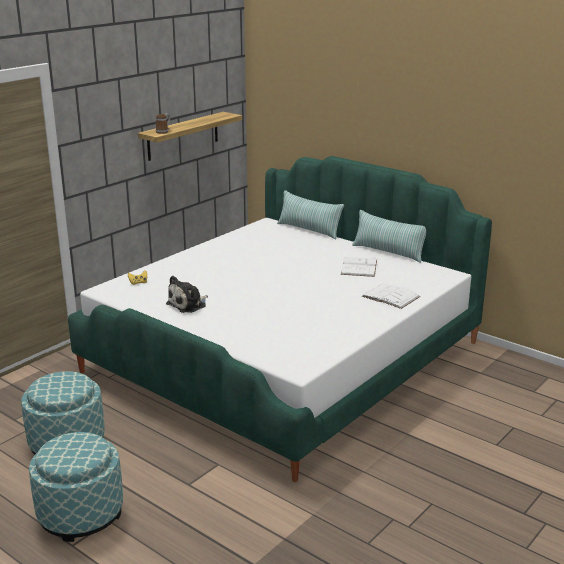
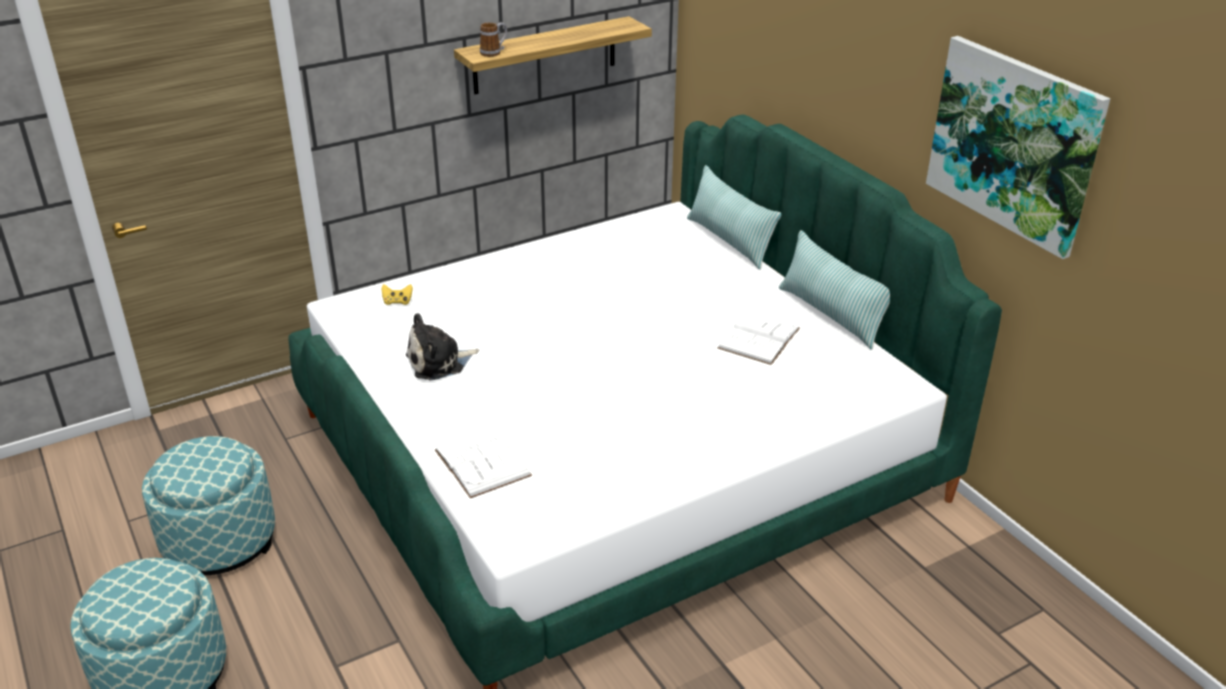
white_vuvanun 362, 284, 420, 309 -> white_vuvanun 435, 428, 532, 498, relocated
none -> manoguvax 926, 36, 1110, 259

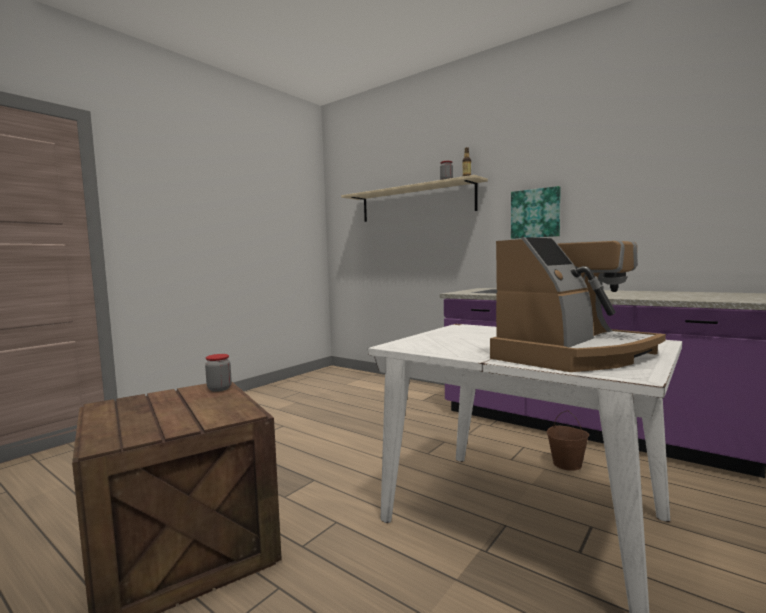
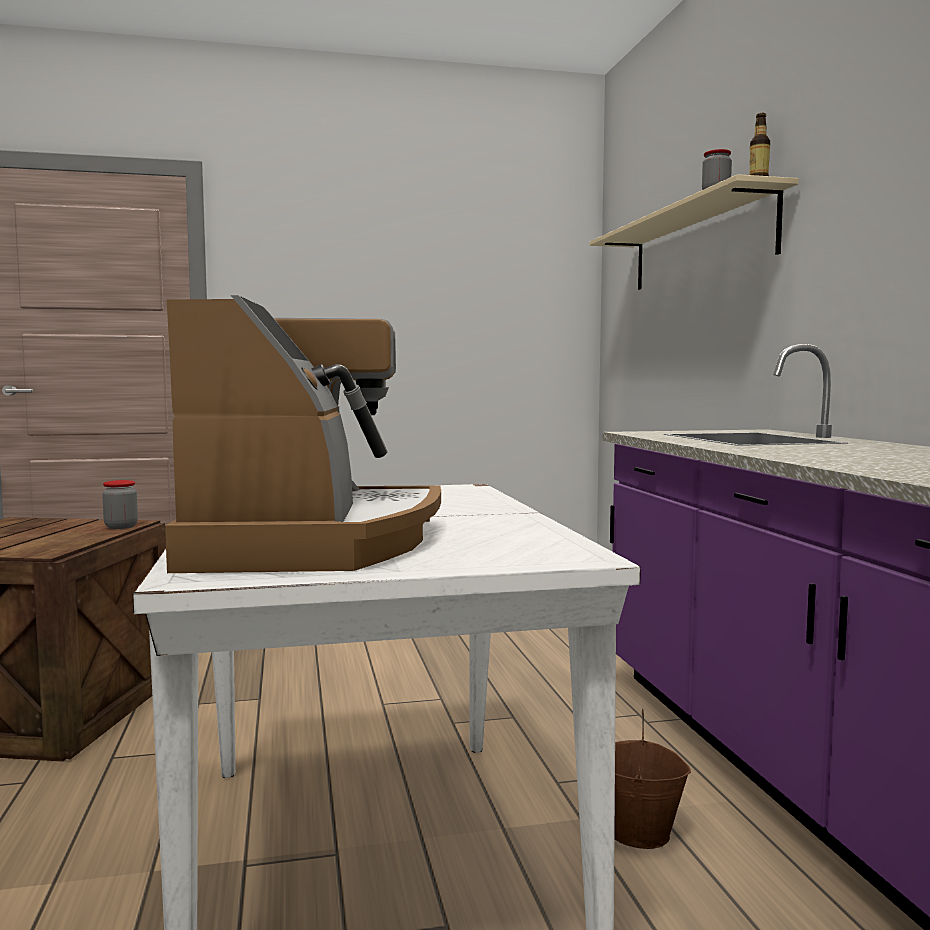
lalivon 490, 237, 666, 372 -> lalivon 165, 295, 441, 573, 90 degrees counterclockwise
manoguvax 511, 186, 561, 239 -> none

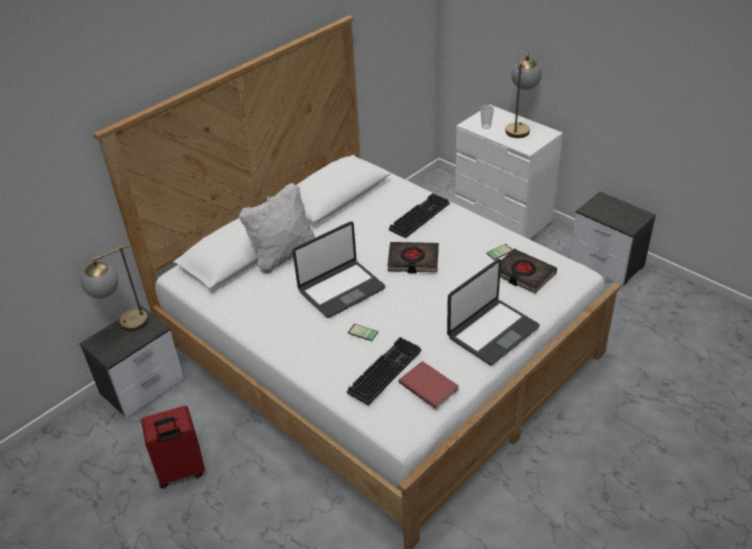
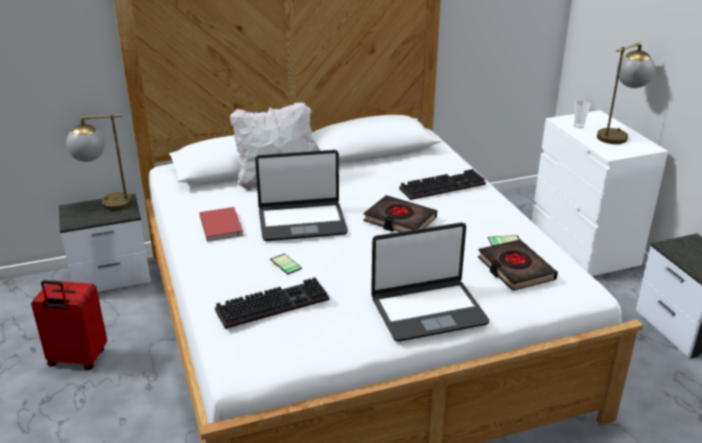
red_vuvanun 399, 361, 459, 409 -> red_vuvanun 199, 207, 243, 241, relocated

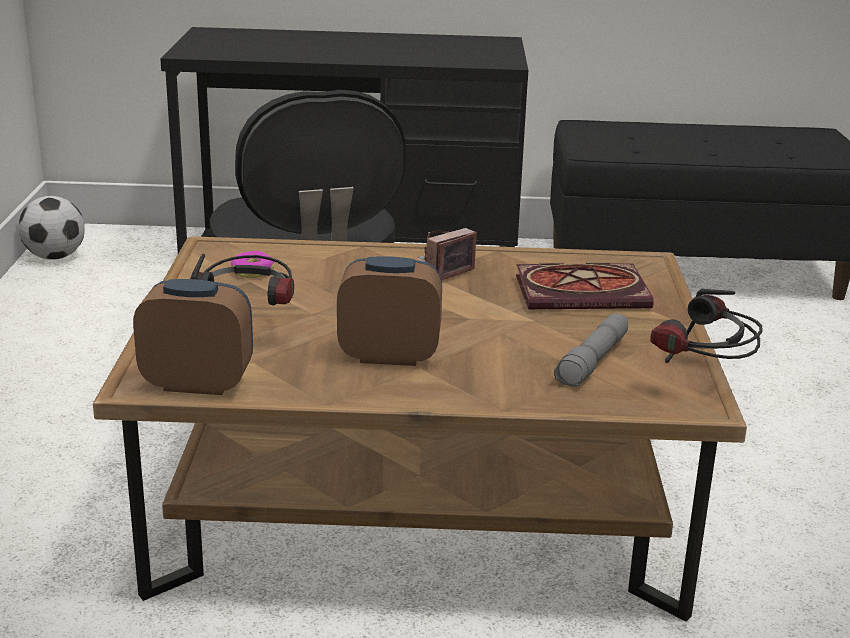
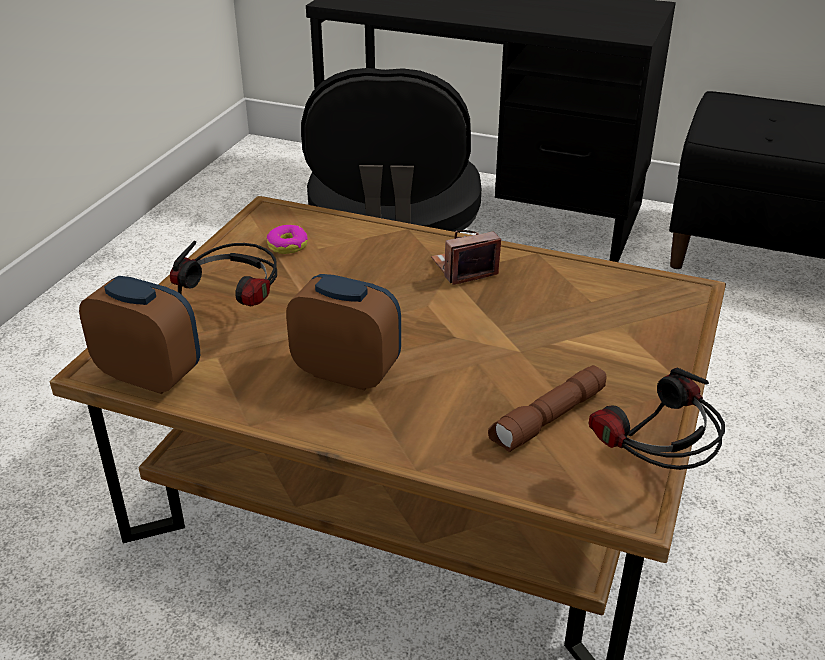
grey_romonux 554, 313, 628, 387 -> brown_romonux 488, 365, 607, 452
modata 19, 196, 85, 260 -> none
vuvanun 516, 262, 654, 309 -> none

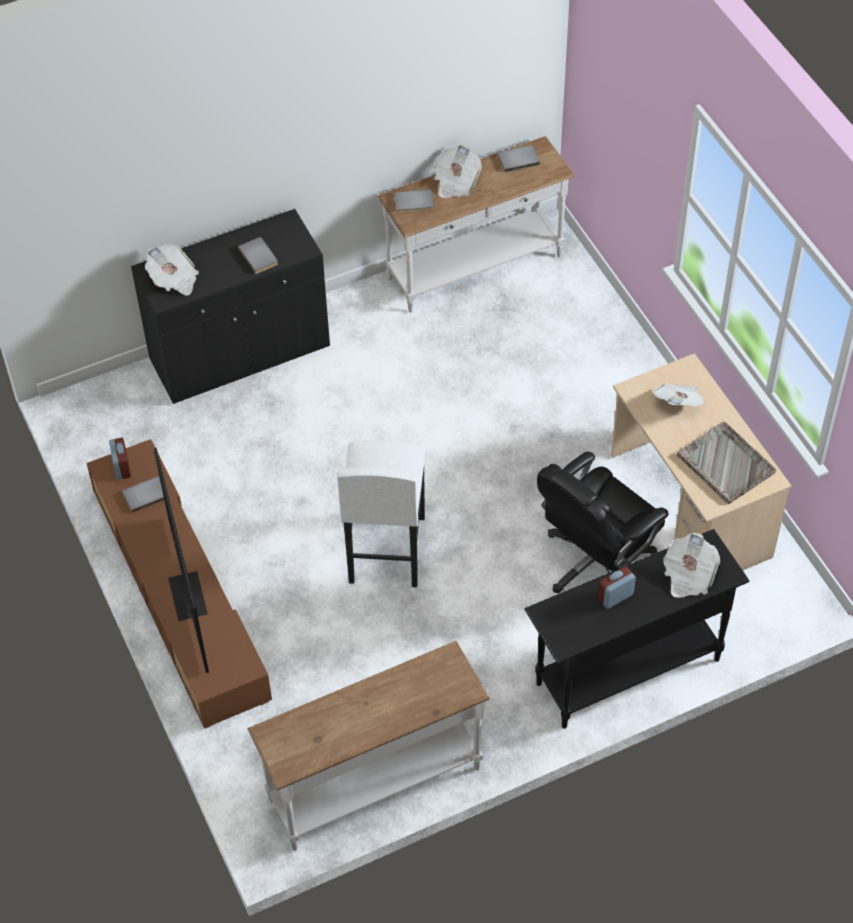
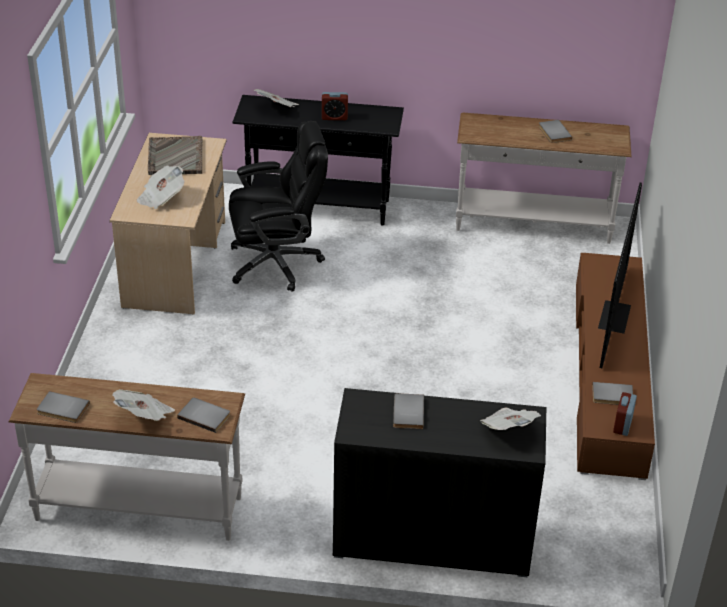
none -> grey_vuvanun 539, 120, 572, 143
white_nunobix 337, 440, 425, 587 -> none

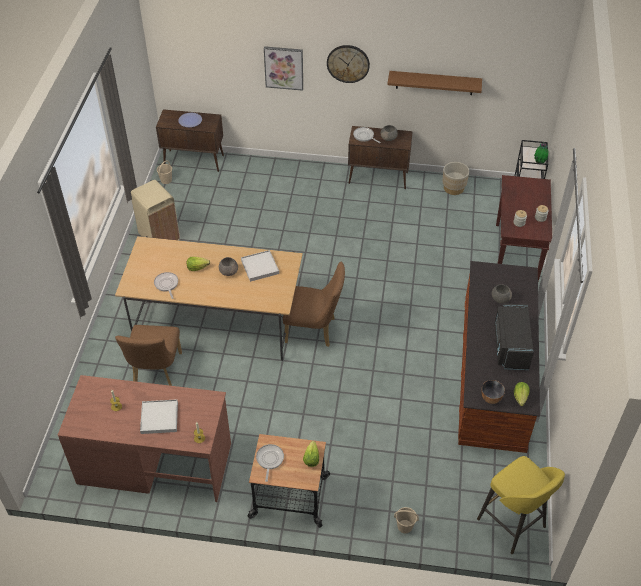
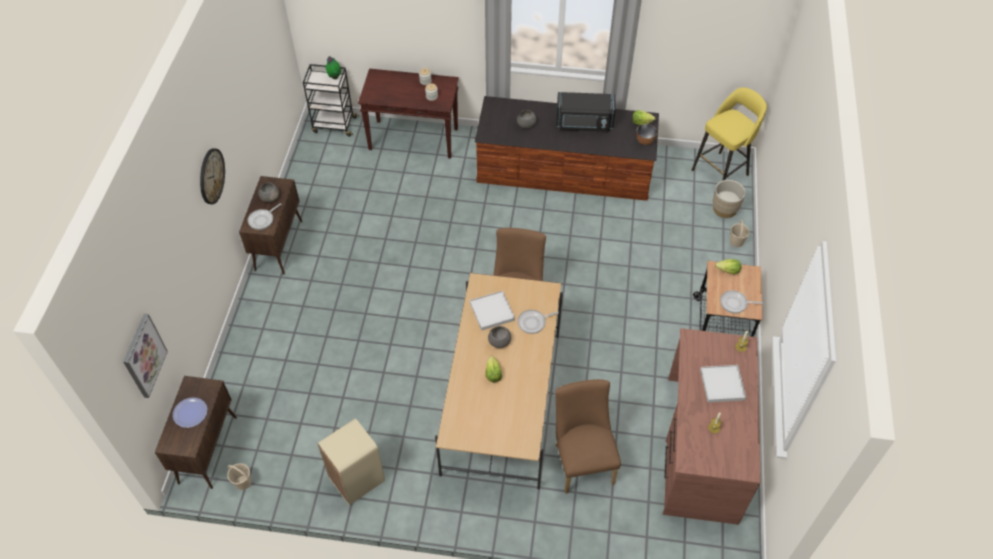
manoguvax 264, 46, 303, 91 -> manoguvax 123, 313, 168, 398, relocated
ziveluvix 154, 272, 178, 299 -> ziveluvix 518, 310, 559, 334, relocated
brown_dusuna 115, 325, 182, 386 -> brown_dusuna 555, 379, 621, 494, 105 degrees counterclockwise
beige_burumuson 442, 162, 469, 195 -> beige_burumuson 712, 180, 745, 218, relocated
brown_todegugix 387, 71, 482, 95 -> none

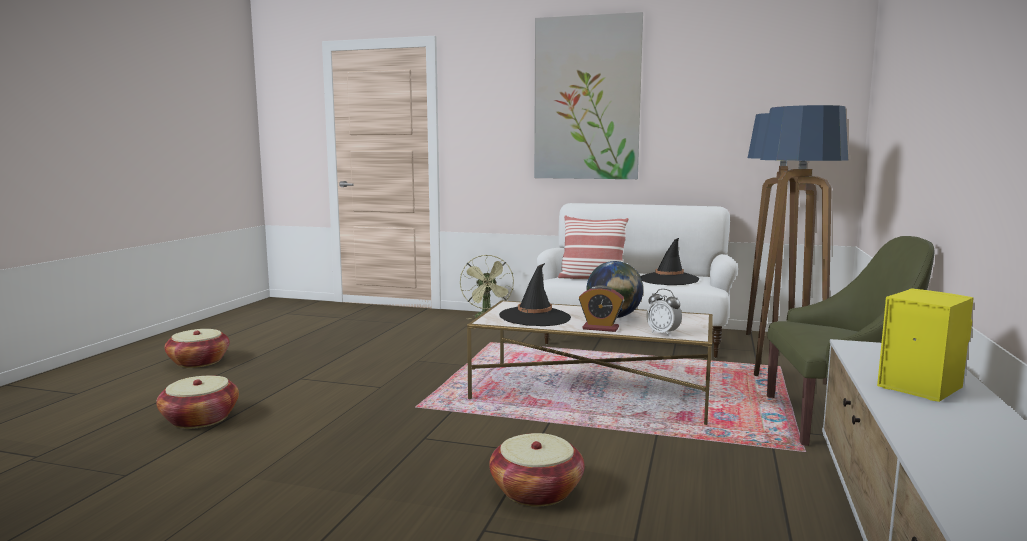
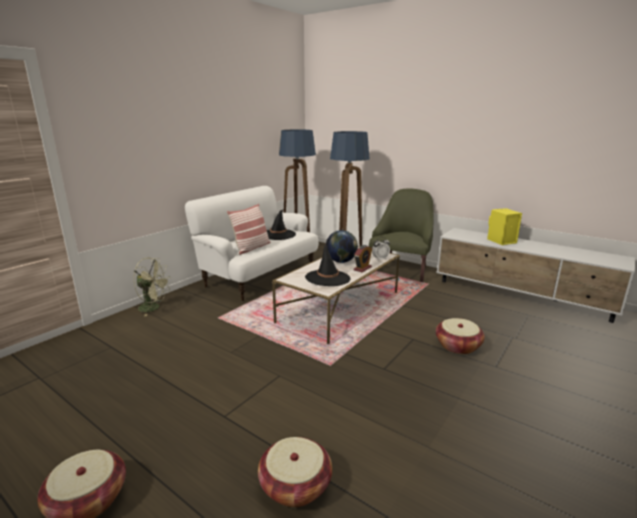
manoguvax 534, 12, 643, 179 -> none

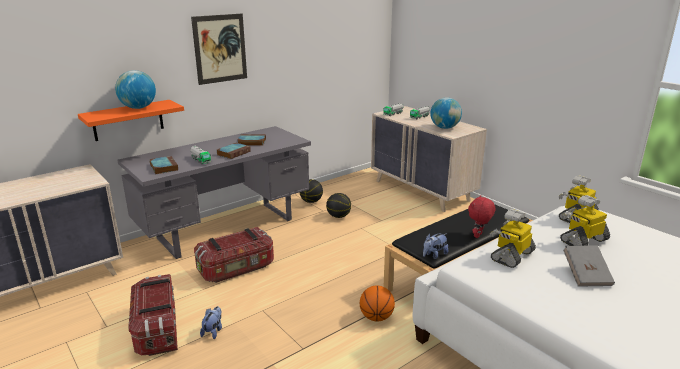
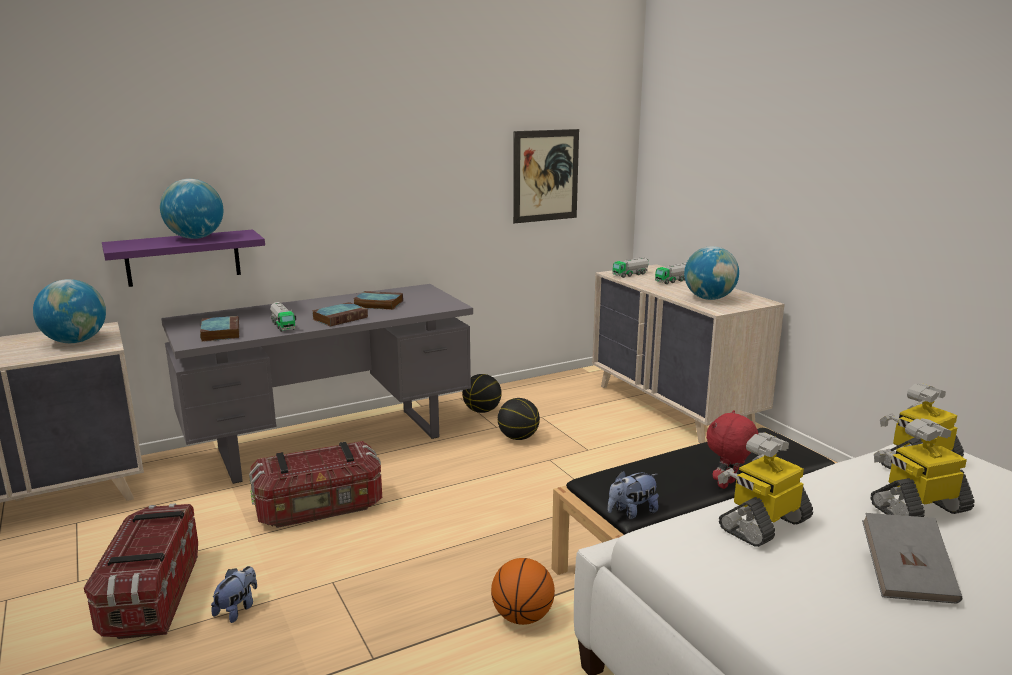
none -> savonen 33, 279, 106, 343
orange_todegugix 78, 100, 184, 141 -> purple_todegugix 102, 230, 265, 287
manoguvax 191, 14, 247, 85 -> manoguvax 513, 129, 579, 223, relocated

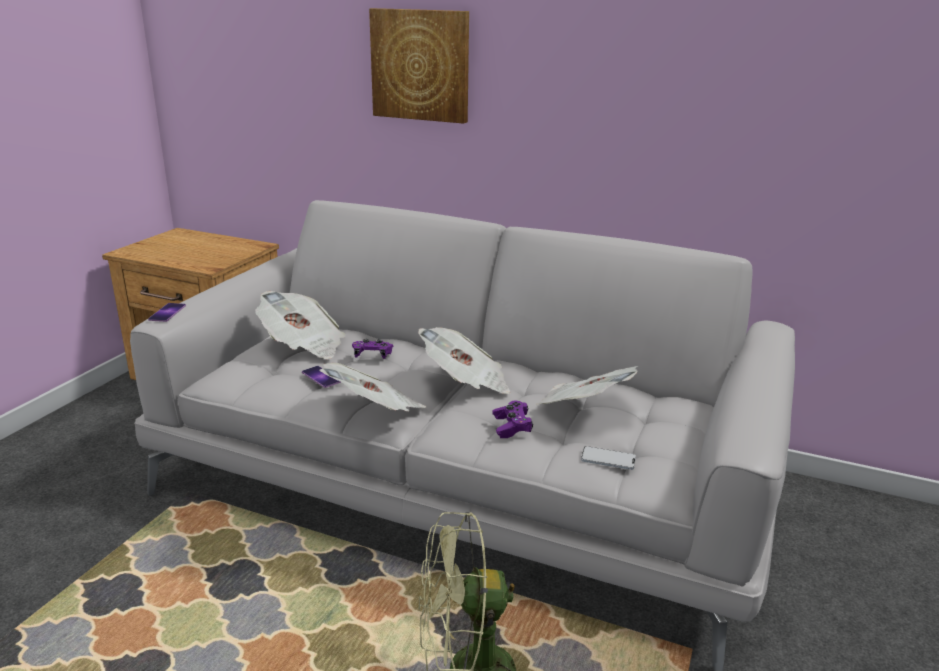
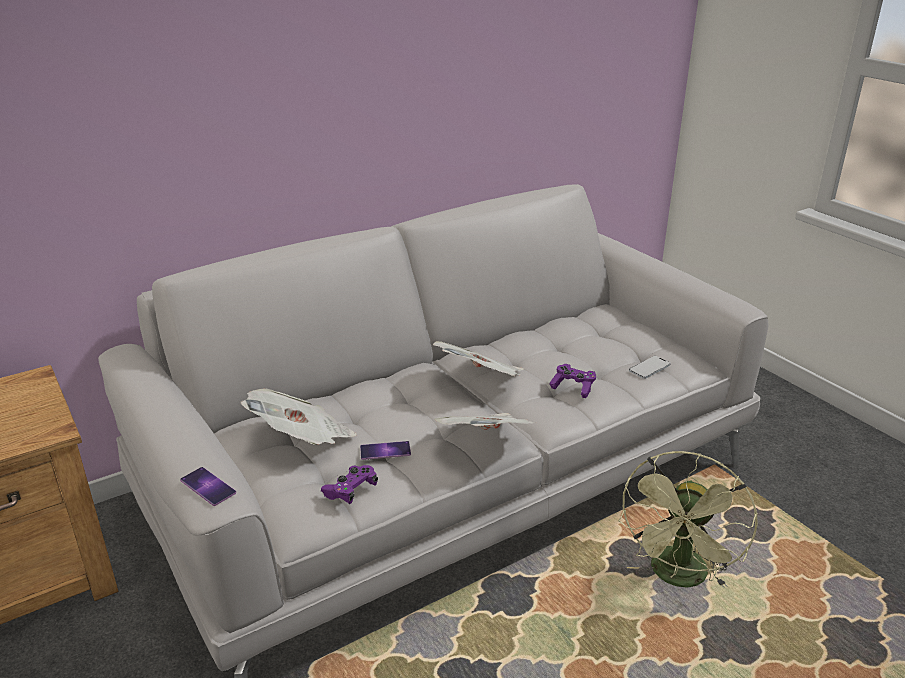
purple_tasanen 352, 339, 393, 359 -> purple_tasanen 321, 465, 378, 504, relocated
manoguvax 369, 8, 469, 124 -> none
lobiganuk 536, 366, 638, 405 -> none

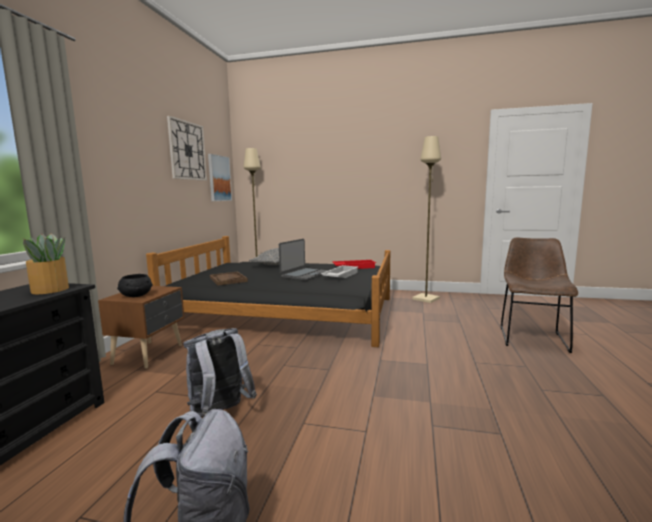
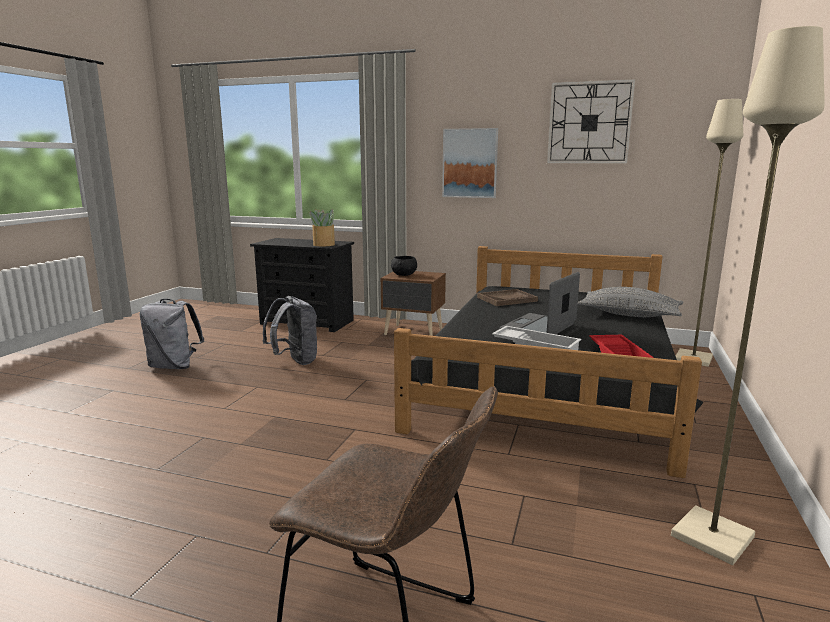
manoguvax 208, 154, 232, 201 -> manoguvax 442, 128, 498, 198, relocated
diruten 279, 239, 329, 281 -> diruten 499, 272, 580, 334, 90 degrees clockwise

